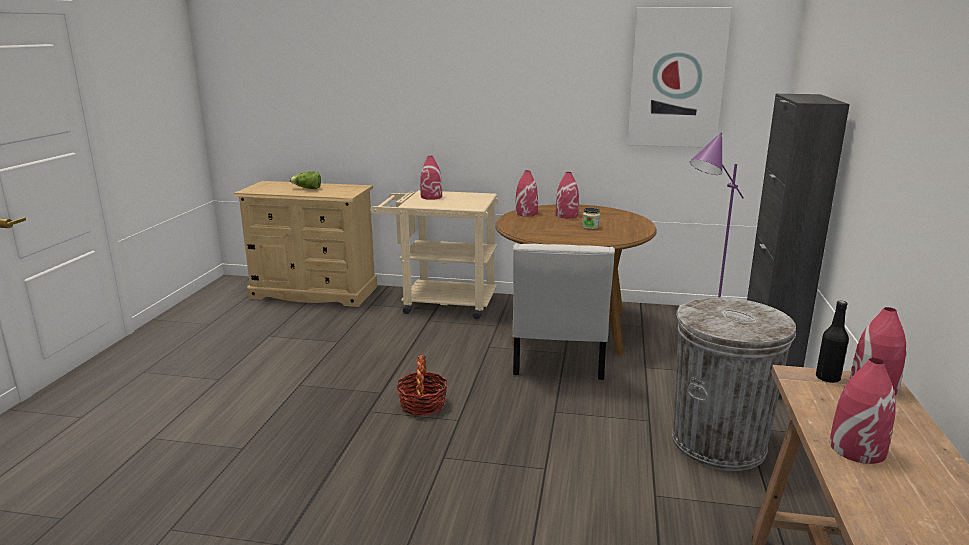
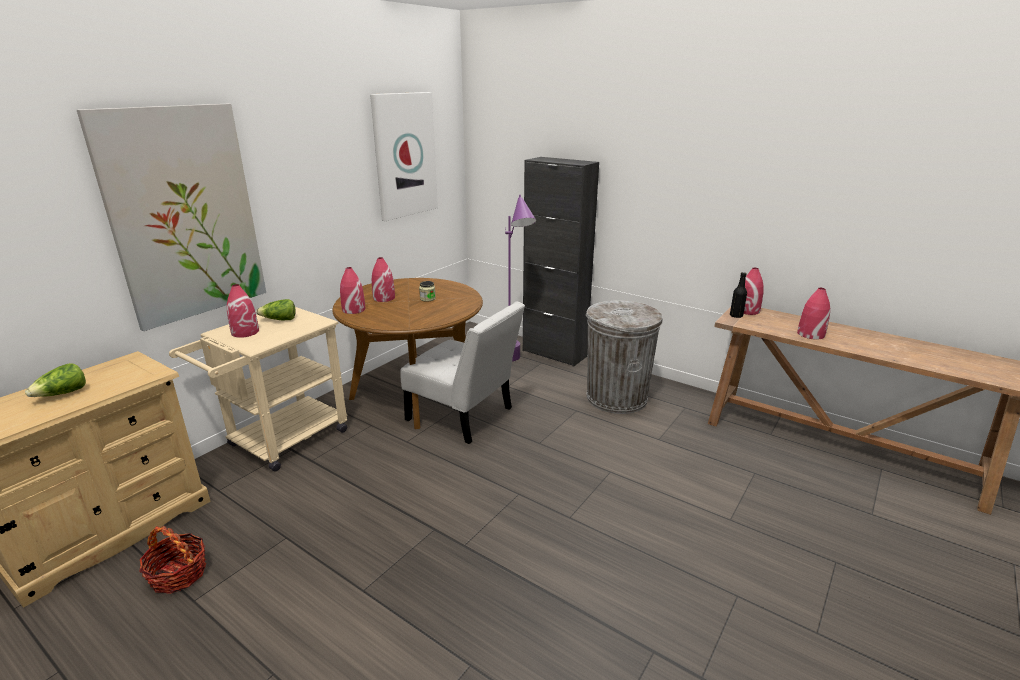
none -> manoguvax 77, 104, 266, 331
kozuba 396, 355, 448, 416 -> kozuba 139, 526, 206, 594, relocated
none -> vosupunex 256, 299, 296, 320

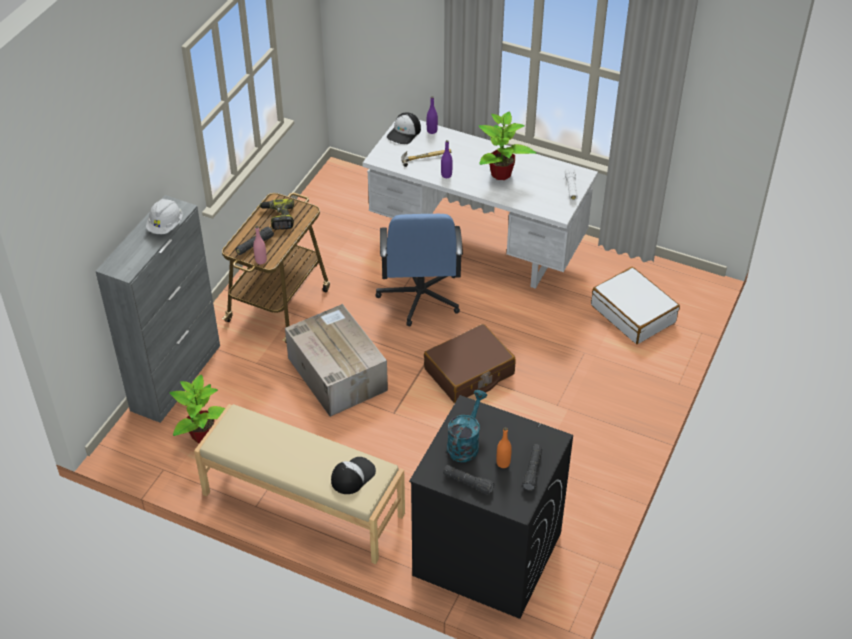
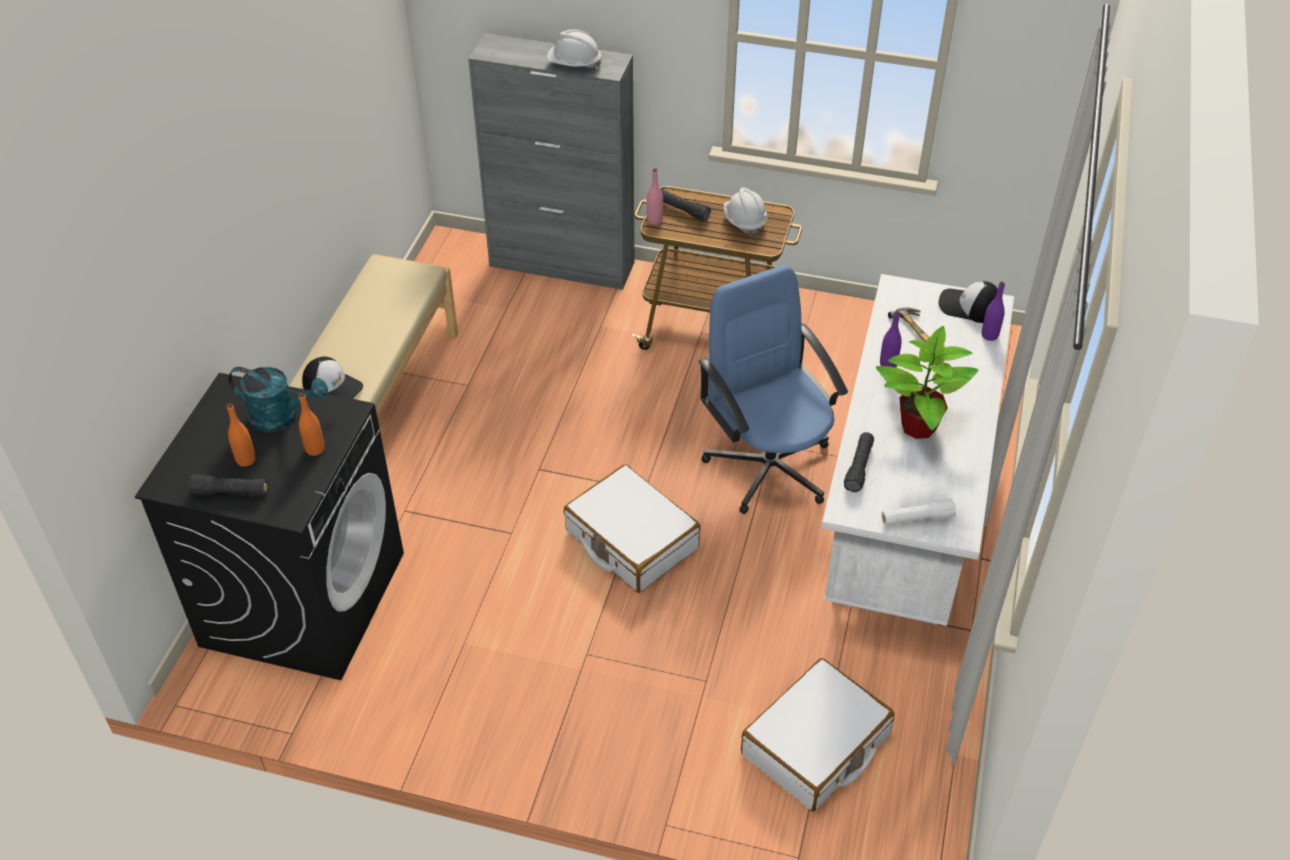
none -> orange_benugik 299, 392, 325, 456
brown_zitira 424, 324, 515, 403 -> white_zitira 564, 465, 700, 593
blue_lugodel 375, 214, 463, 327 -> blue_lugodel 699, 265, 848, 514, 75 degrees clockwise
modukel 259, 199, 294, 230 -> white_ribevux 724, 187, 767, 237
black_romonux 443, 465, 495, 495 -> black_romonux 844, 432, 874, 492, relocated
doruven 170, 374, 225, 443 -> none
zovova 285, 304, 388, 417 -> none

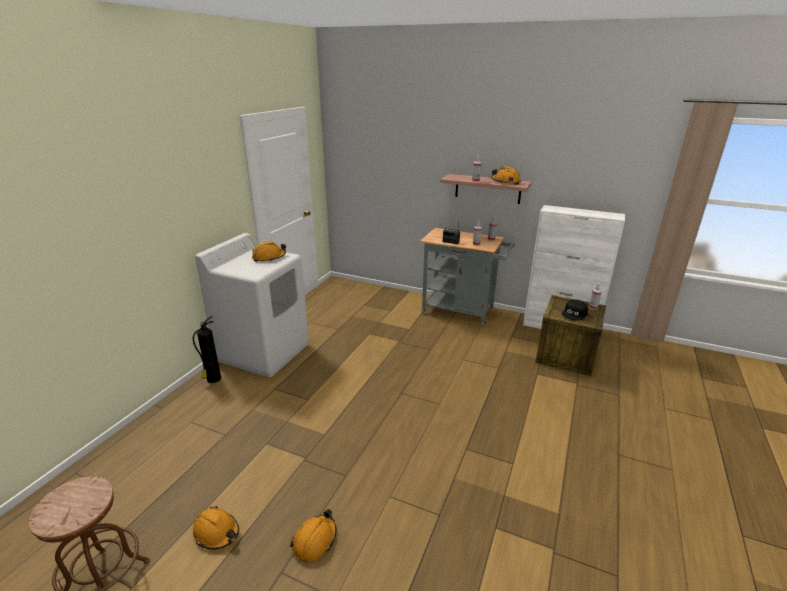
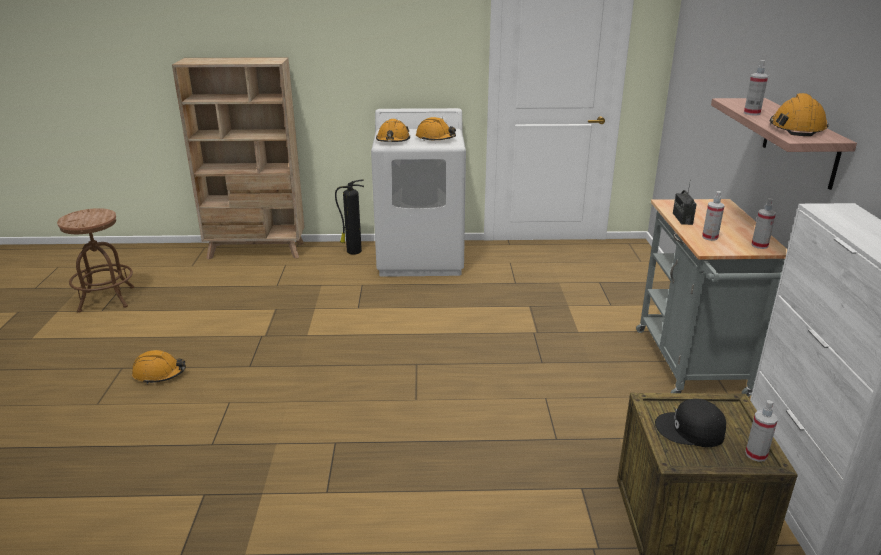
none -> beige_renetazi 172, 57, 305, 260
orange_ribevux 193, 506, 239, 550 -> orange_ribevux 376, 119, 410, 142, relocated

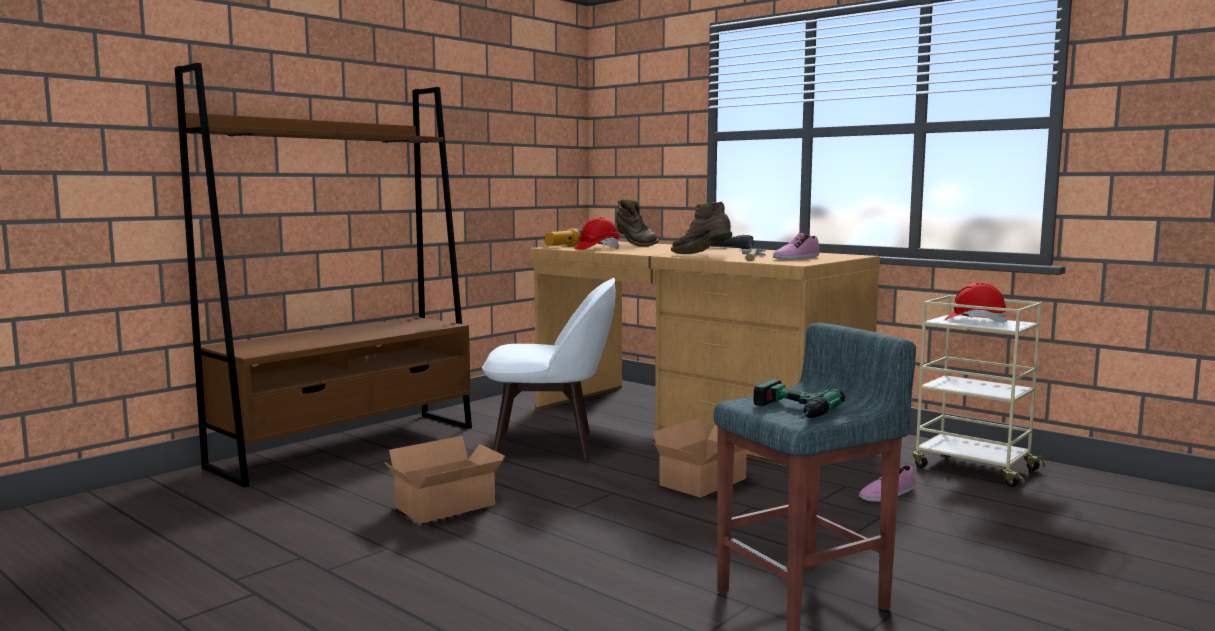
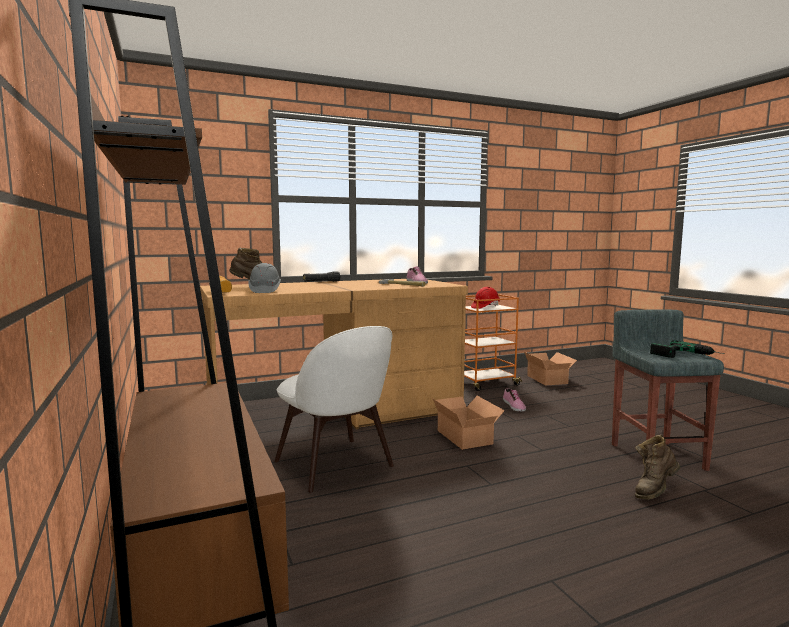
red_ribevux 574, 217, 620, 250 -> grey_ribevux 248, 263, 281, 293
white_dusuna 482, 278, 616, 463 -> white_dusuna 274, 326, 394, 492, 120 degrees clockwise
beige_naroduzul 913, 295, 1045, 487 -> orange_naroduzul 464, 294, 522, 391
zovova 384, 436, 505, 524 -> zovova 524, 352, 577, 386, relocated
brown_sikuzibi 671, 202, 732, 254 -> brown_sikuzibi 635, 435, 681, 499, relocated

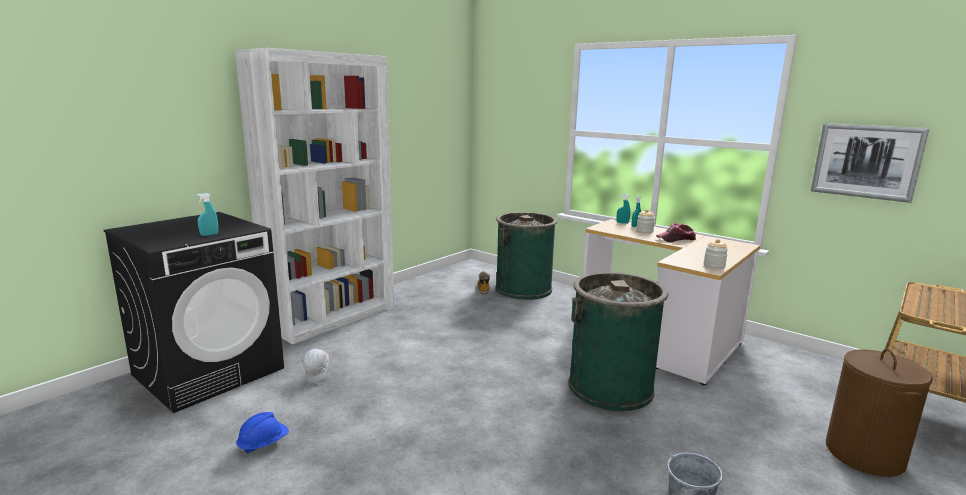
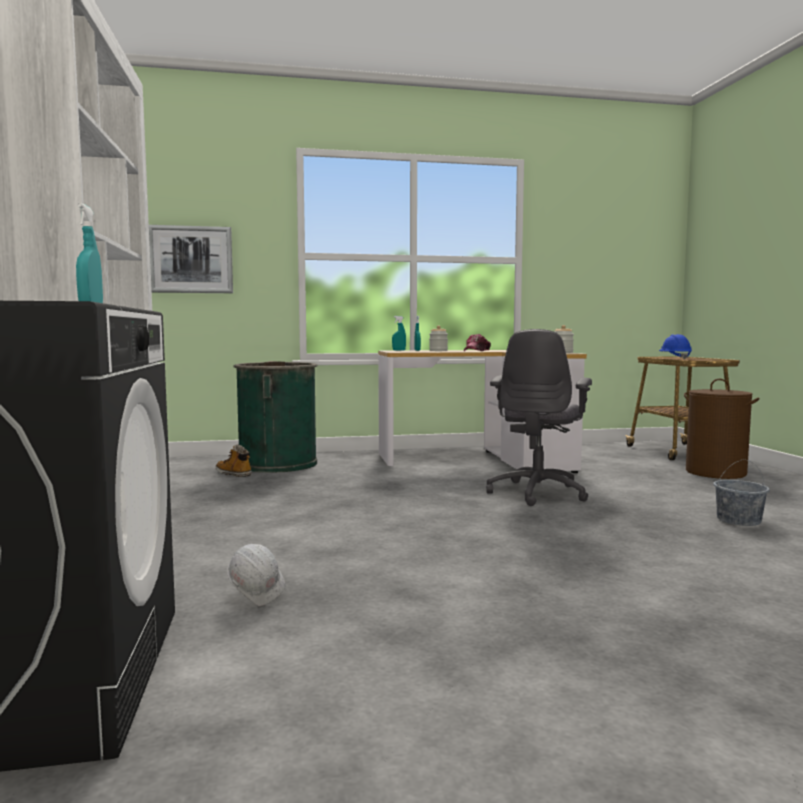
manoguvax 811, 123, 930, 203 -> manoguvax 149, 225, 233, 293, relocated
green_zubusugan 568, 272, 668, 411 -> grey_lugodel 486, 329, 592, 506
blue_ribevux 236, 412, 289, 455 -> blue_ribevux 659, 334, 692, 359, relocated

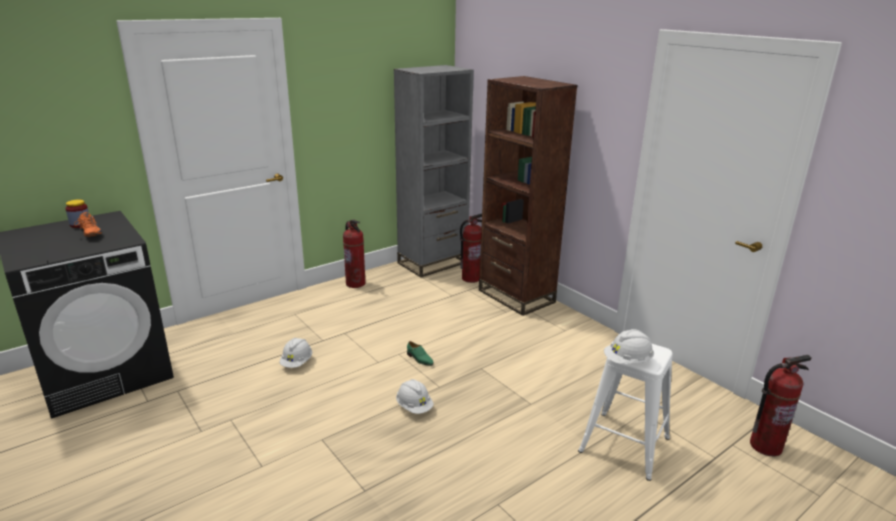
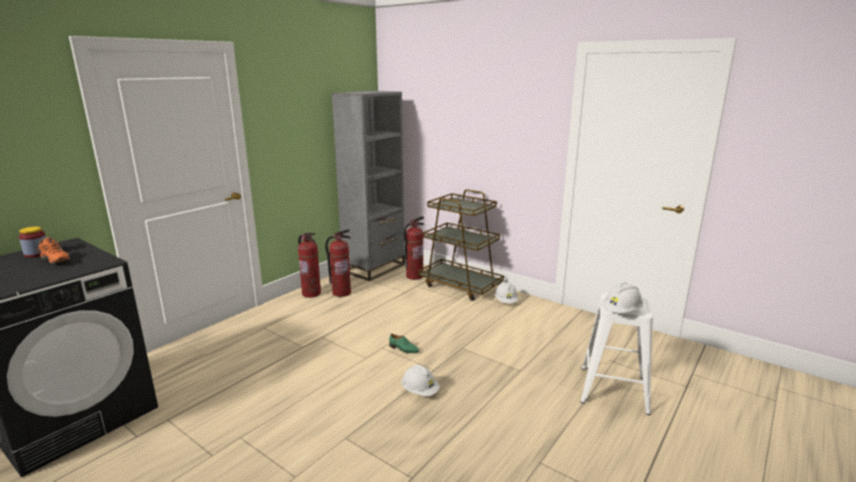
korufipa 750, 355, 812, 456 -> korufipa 325, 229, 351, 297, relocated
brown_renetazi 479, 76, 578, 316 -> brown_naroduzul 418, 189, 504, 301
white_ribevux 279, 338, 312, 368 -> white_ribevux 495, 282, 518, 303, relocated

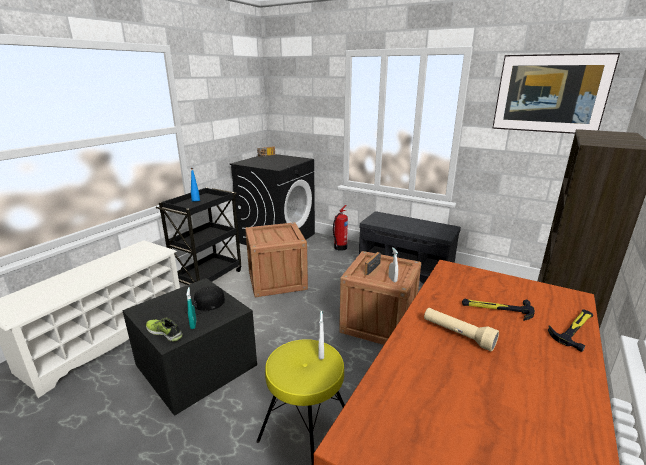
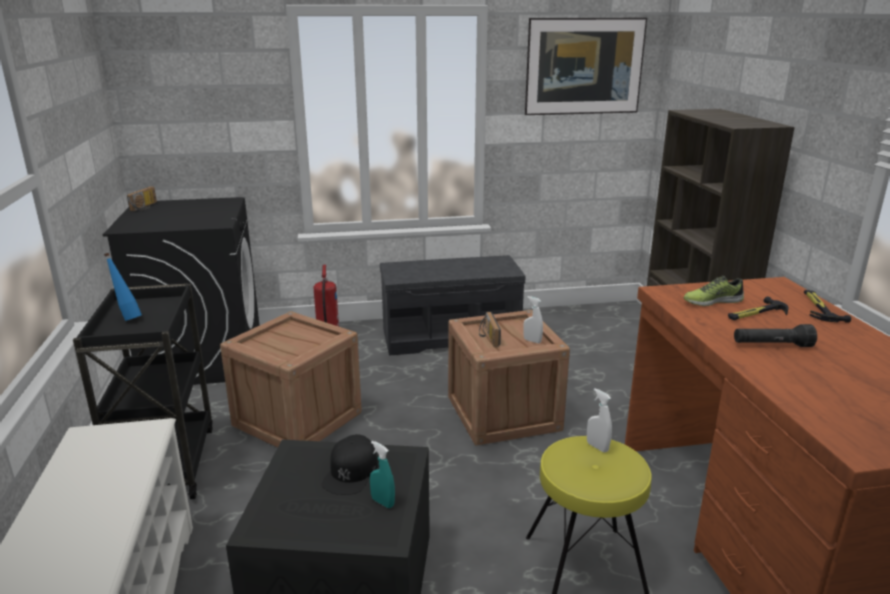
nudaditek 146, 318, 183, 342 -> nudaditek 684, 276, 744, 306, relocated
beige_romonux 424, 308, 499, 351 -> black_romonux 734, 324, 817, 347

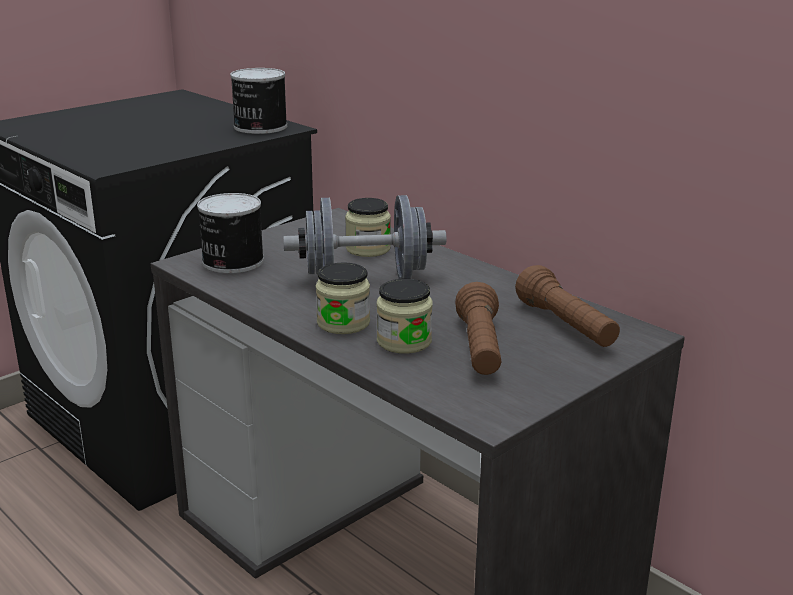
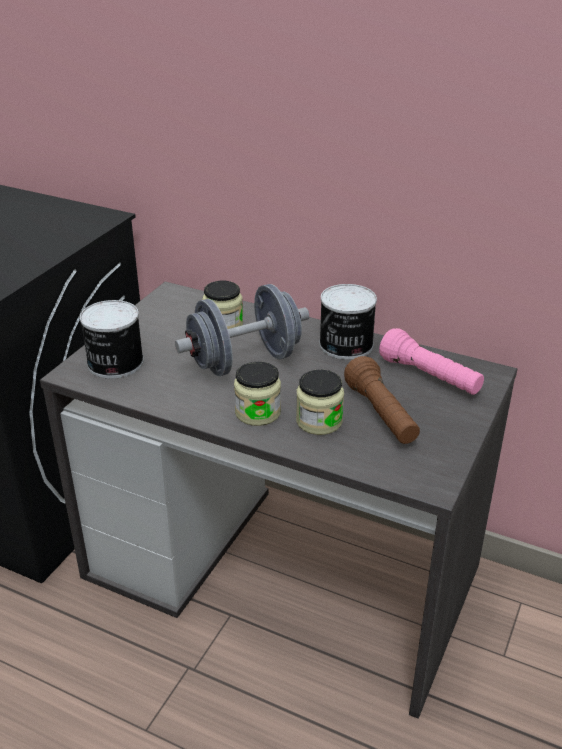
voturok 230, 68, 287, 134 -> voturok 319, 284, 377, 360, relocated
brown_romonux 515, 265, 620, 347 -> pink_romonux 379, 328, 484, 395

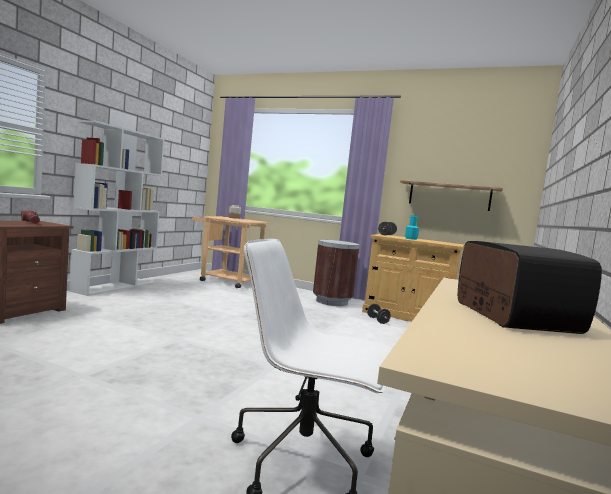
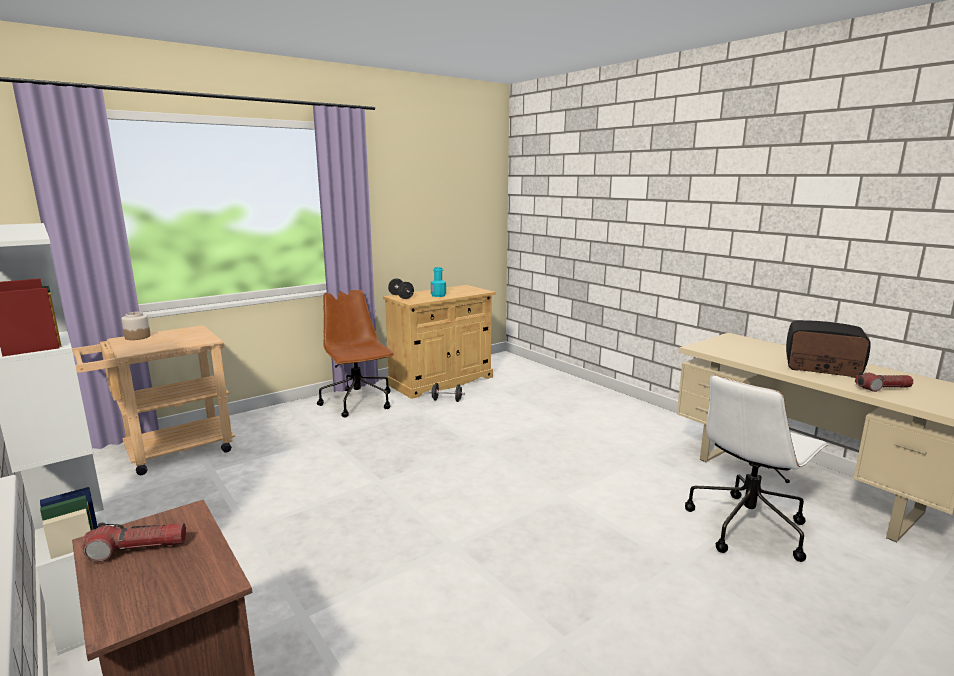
brown_zubusugan 313, 239, 359, 306 -> brown_lugodel 317, 290, 394, 418
none -> romonux 855, 372, 913, 392
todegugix 400, 180, 503, 211 -> none

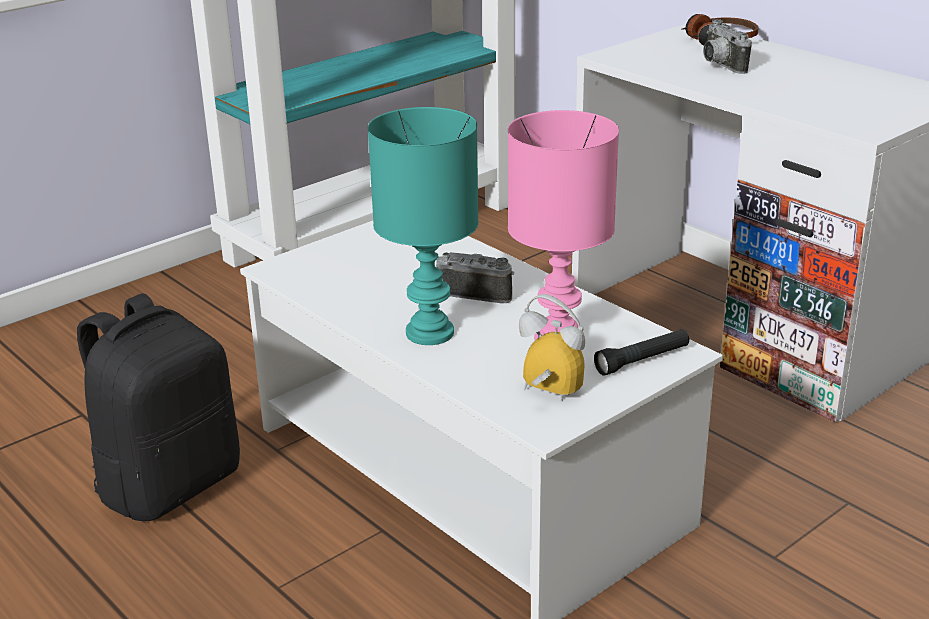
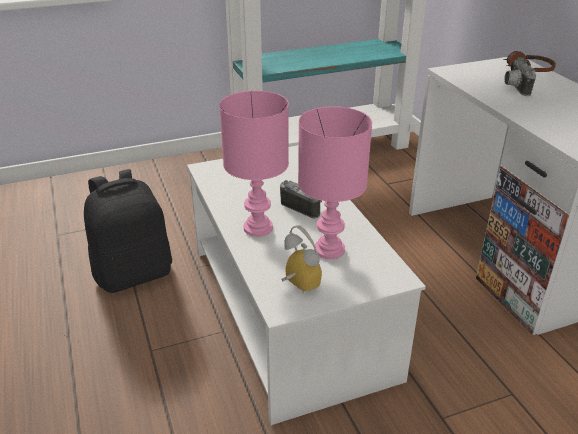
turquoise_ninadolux 368, 107, 479, 345 -> pink_ninadolux 219, 91, 289, 237
black_romonux 594, 329, 689, 375 -> none

